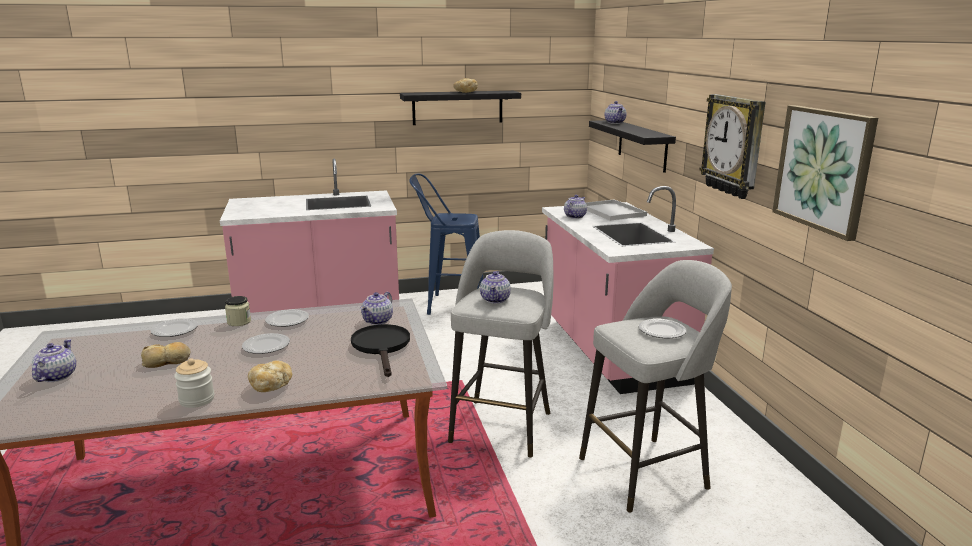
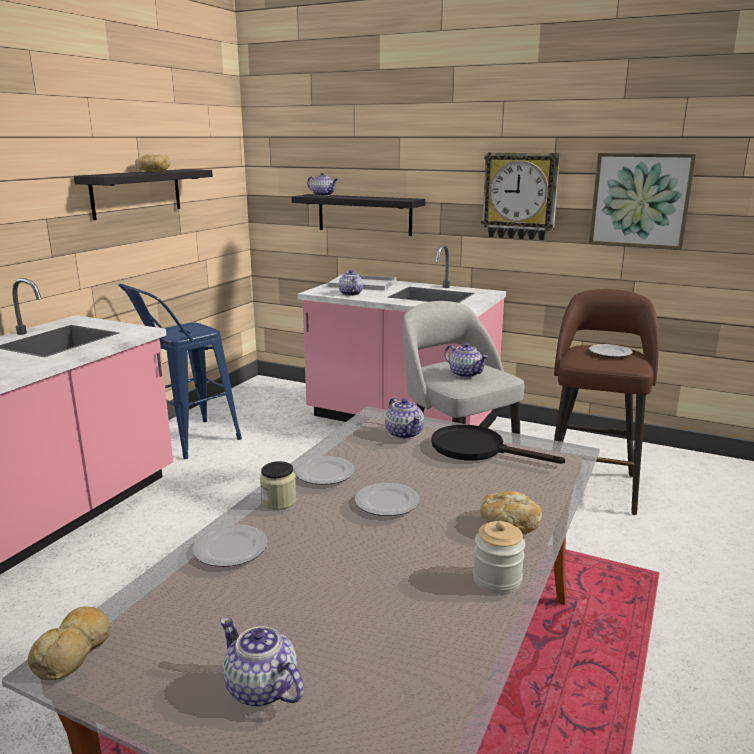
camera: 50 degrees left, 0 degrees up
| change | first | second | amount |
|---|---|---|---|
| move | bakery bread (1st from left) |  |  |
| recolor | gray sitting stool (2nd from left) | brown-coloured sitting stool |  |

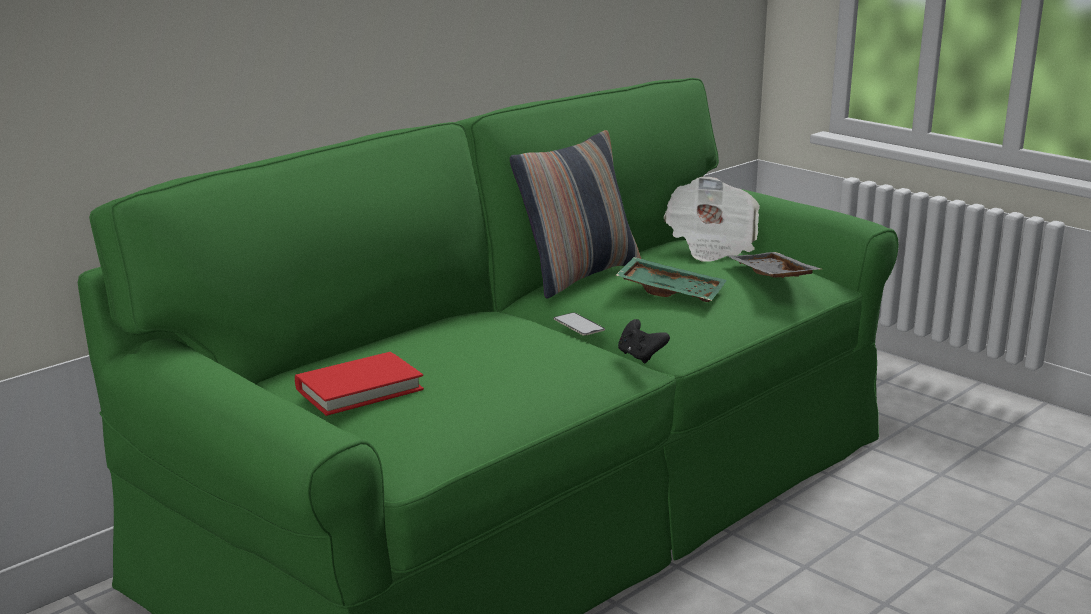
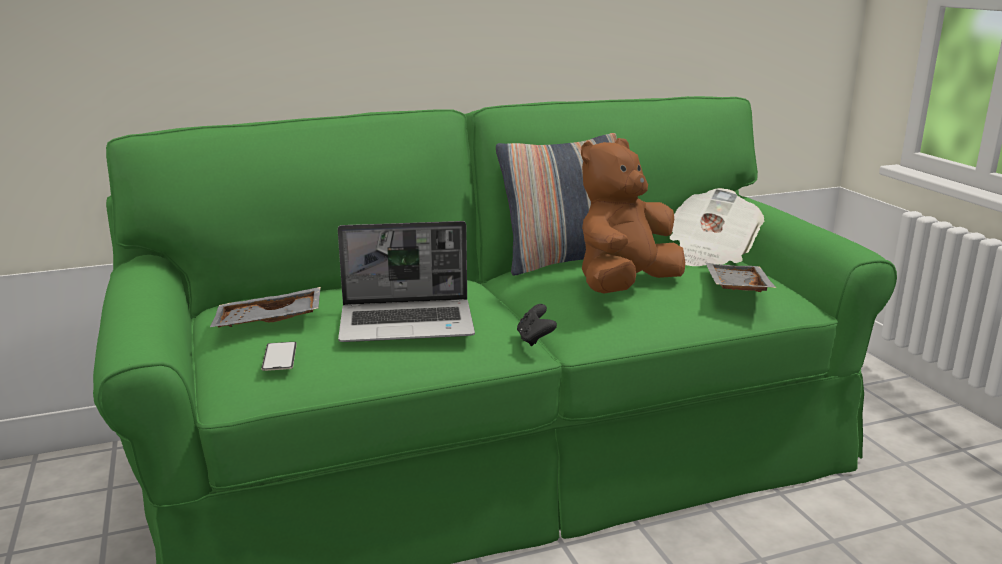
camera: 25 degrees right, 0 degrees up
| change | first | second | amount |
|---|---|---|---|
| replace | reddish volume | gray serving tray (1st from left) |  |
| move | phone |  |  |
| replace | greenish serving tray | brown-coloured cuddly toy |  |
| insert |  | notebook computer |  |

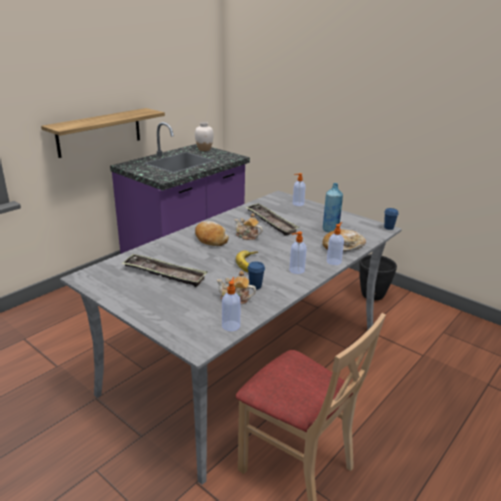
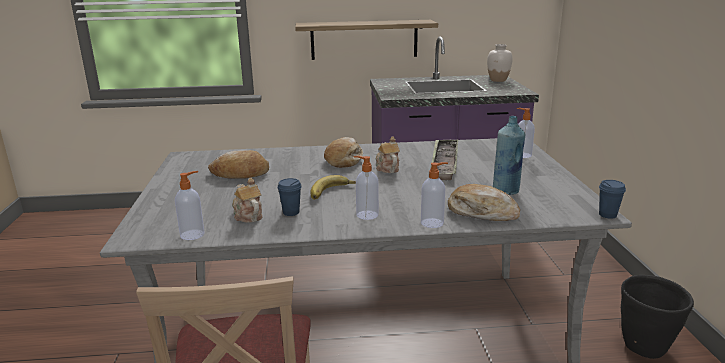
camera: 45 degrees right, 5 degrees down
| change | first | second | amount |
|---|---|---|---|
| replace | serving tray (1st from left) | bakery bread (1st from left) |  |

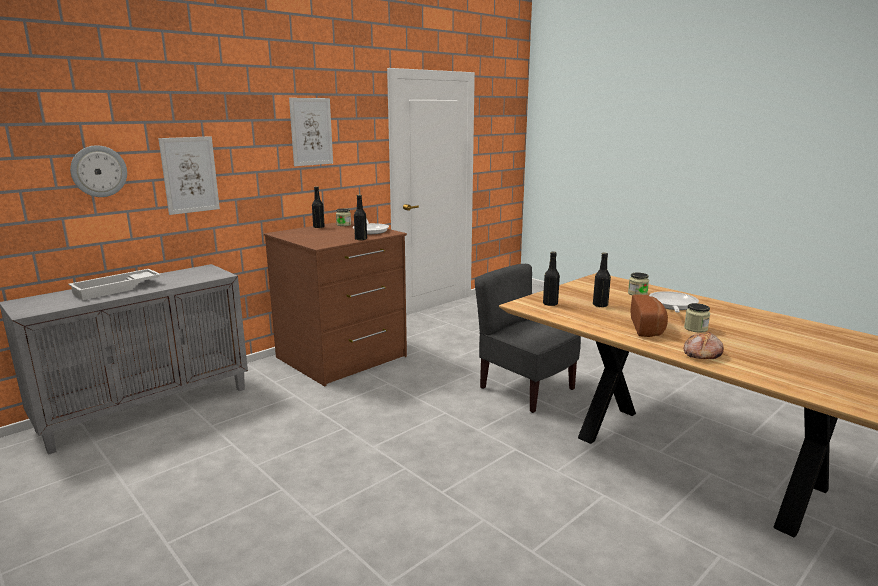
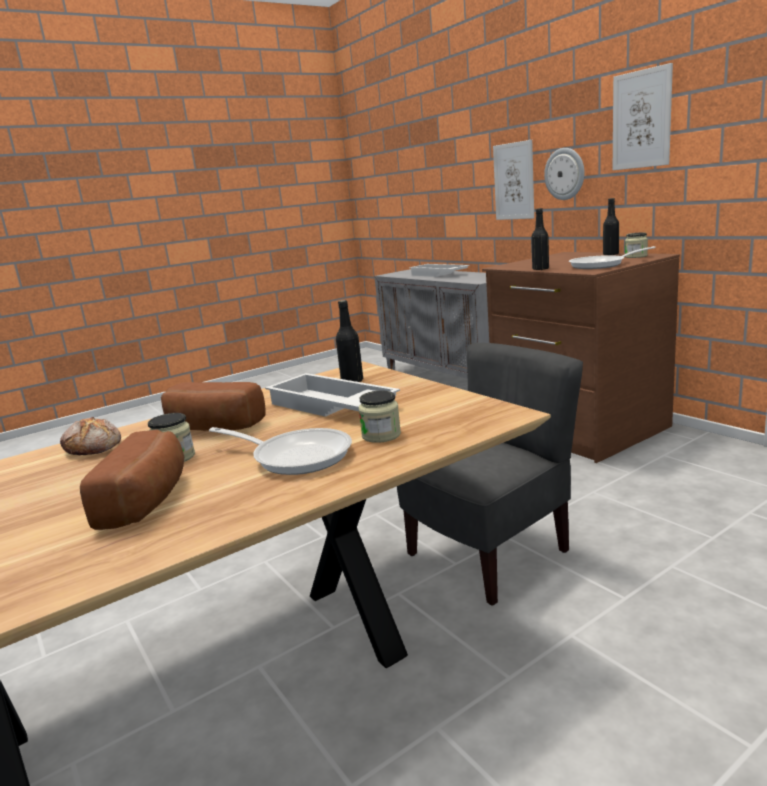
camera: 100 degrees right, 0 degrees up
| change | first | second | amount |
|---|---|---|---|
| move | clock on the wall |  |  |
| replace | black-coloured drink bottle (4th from left) | white serving tray (1st from left) |  |
| insert |  | bakery bread (2nd from left) |  |

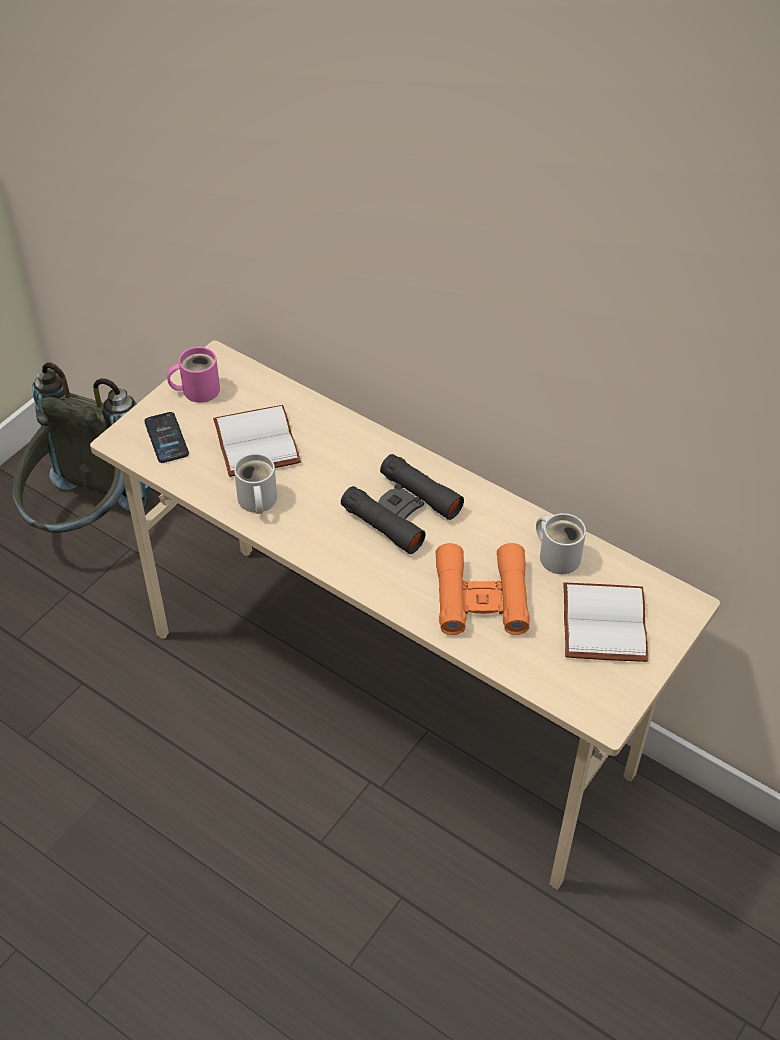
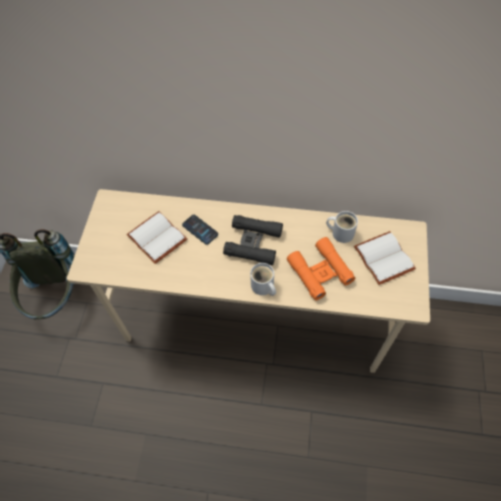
camera: 25 degrees left, 10 degrees up
| change | first | second | amount |
|---|---|---|---|
| move | phone |  |  |
| delete | pink tea mug |  |  |
| move | white tea mug (1st from left) |  |  |

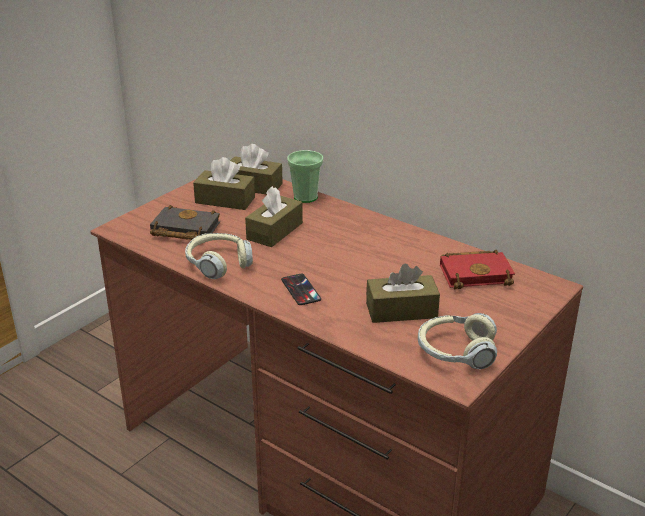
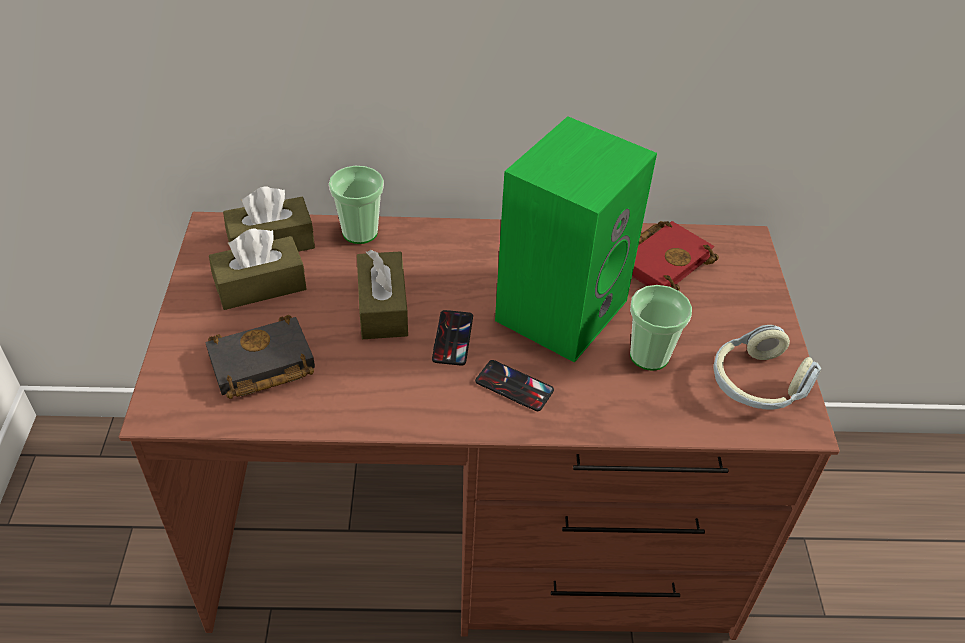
camera: 40 degrees left, 15 degrees up
| change | first | second | amount |
|---|---|---|---|
| delete | pair of headphones (1st from left) |  |  |
| replace | brown-coloured tissue holder (4th from left) | small cup (2nd from left) |  |
| insert |  | phone (1st from left) |  |
| insert |  | greenish loudspeaker |  |

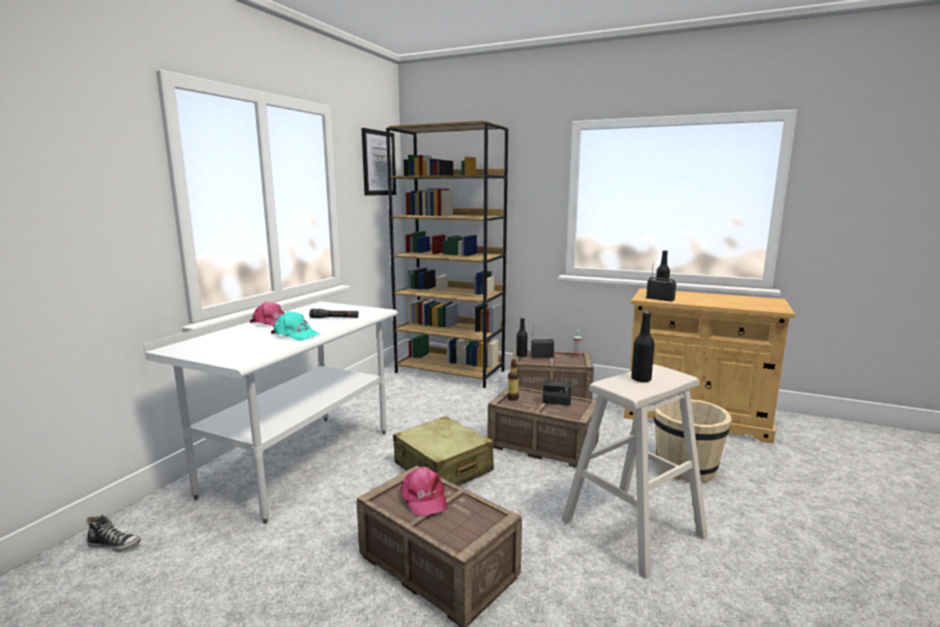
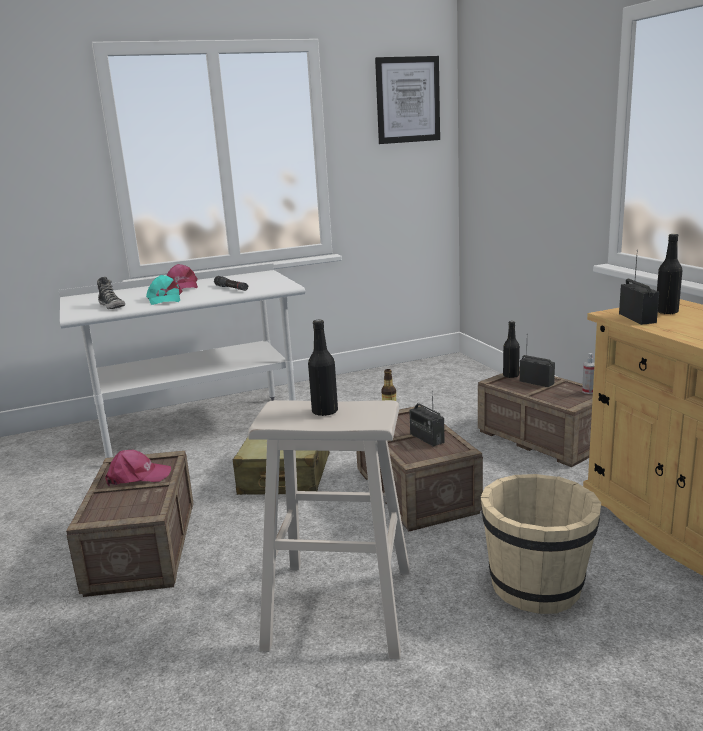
camera: 45 degrees right, 5 degrees up
| change | first | second | amount |
|---|---|---|---|
| move | item of footwear |  |  |
| delete | brown-coloured shelving unit |  |  |
| rotate | pink baseball cap (2nd from left in the first image) | pink baseball cap (1st from left) | 120 degrees counterclockwise |

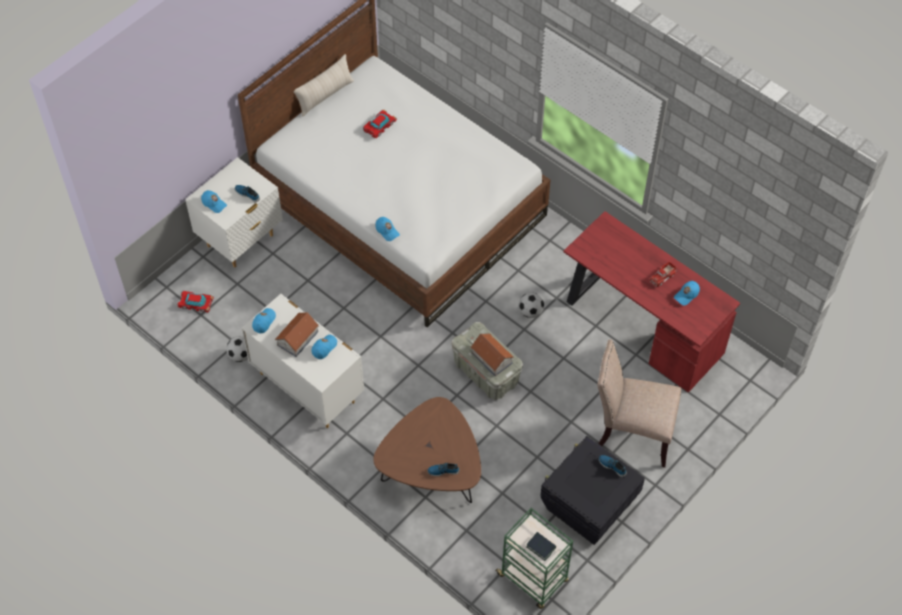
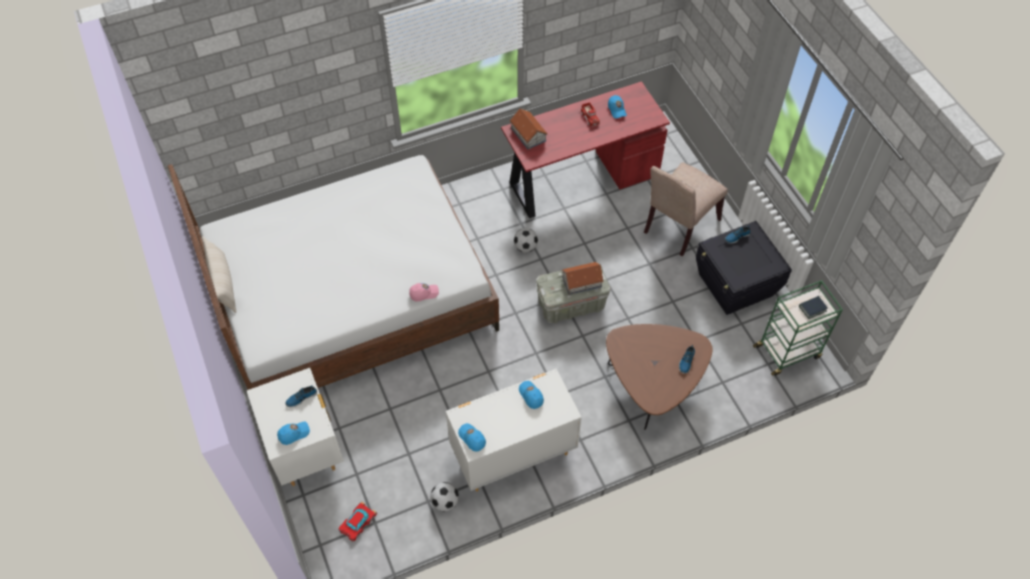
camera: 65 degrees left, 0 degrees up
| change | first | second | amount |
|---|---|---|---|
| move | toy house (1st from left) |  |  |
| delete | toy car (2nd from left) |  |  |
| recolor | bluish baseball cap (4th from left) | pink baseball cap |  |

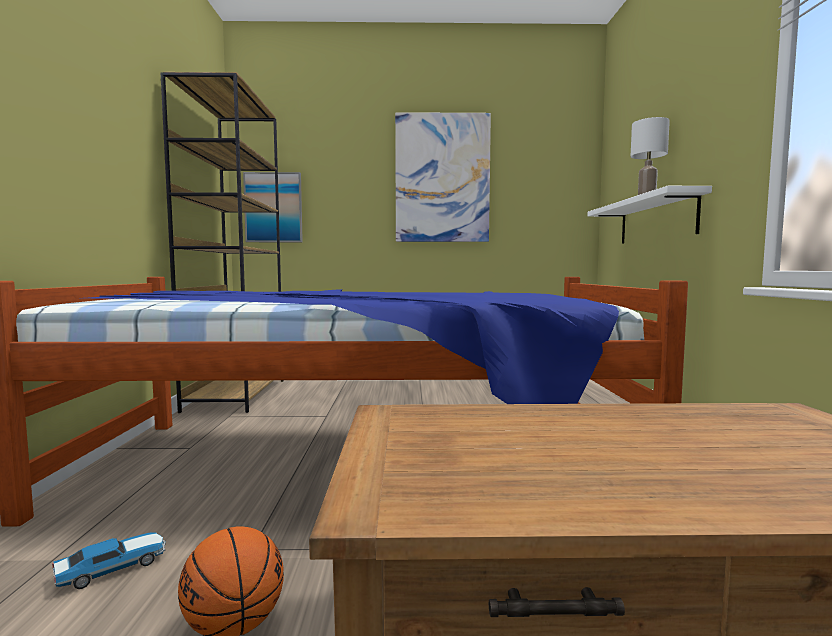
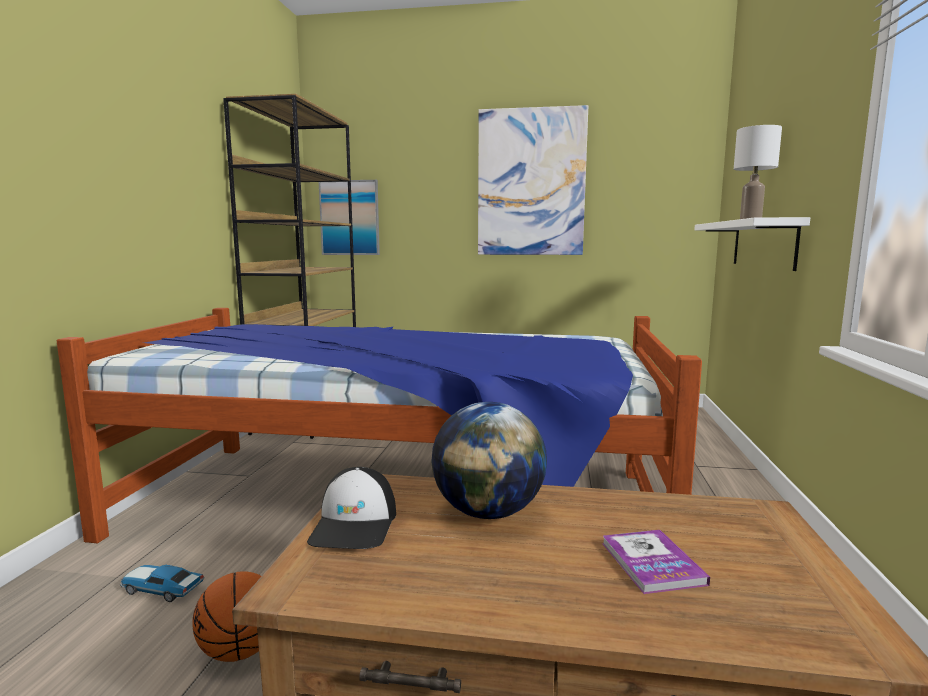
camera: 10 degrees right, 5 degrees up
| change | first | second | amount |
|---|---|---|---|
| rotate | toy car |  | 135 degrees counterclockwise |
| insert |  | baseball cap |  |
| insert |  | world globe |  |
| insert |  | volume |  |

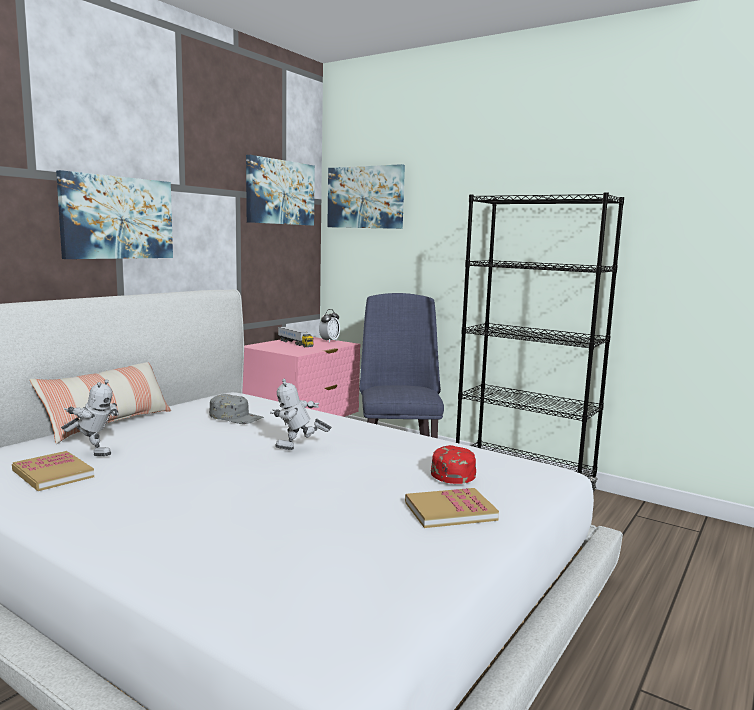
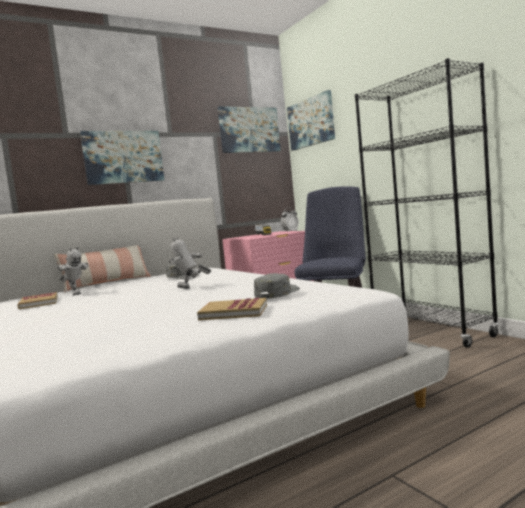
camera: 25 degrees right, 5 degrees down
| change | first | second | amount |
|---|---|---|---|
| recolor | reddish baseball cap | gray baseball cap (2nd from left) |  |

